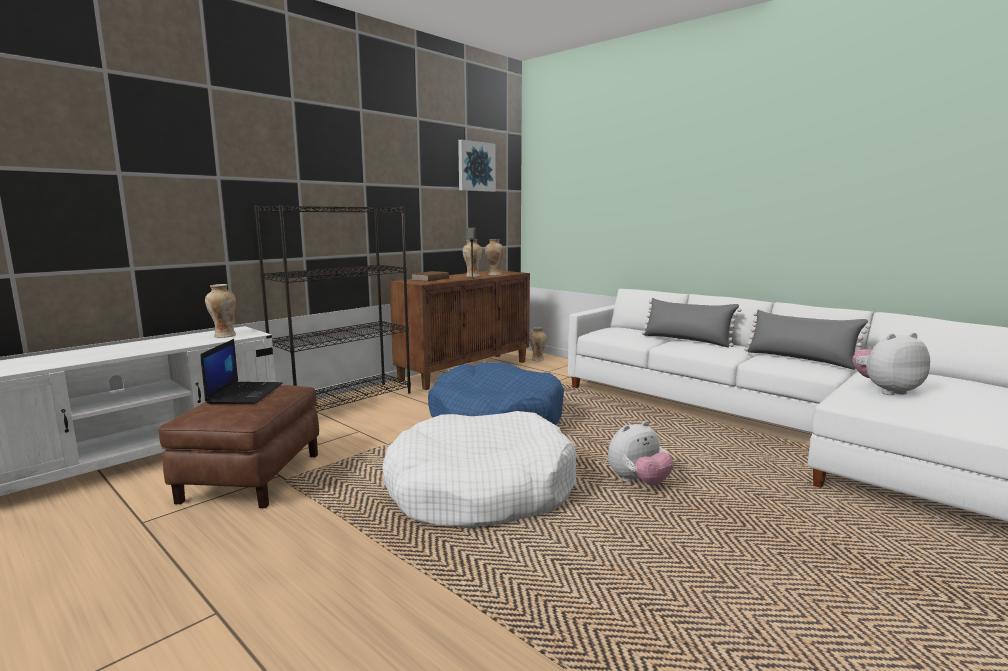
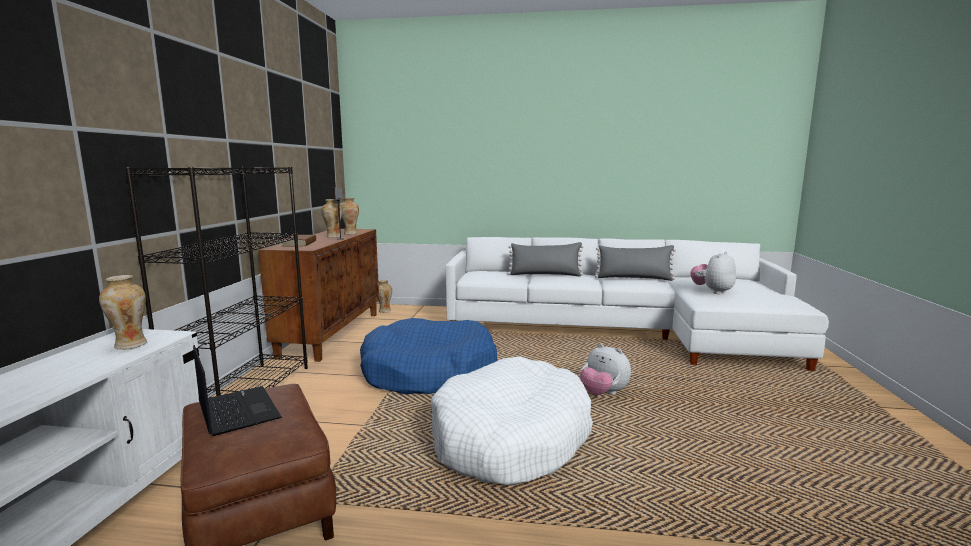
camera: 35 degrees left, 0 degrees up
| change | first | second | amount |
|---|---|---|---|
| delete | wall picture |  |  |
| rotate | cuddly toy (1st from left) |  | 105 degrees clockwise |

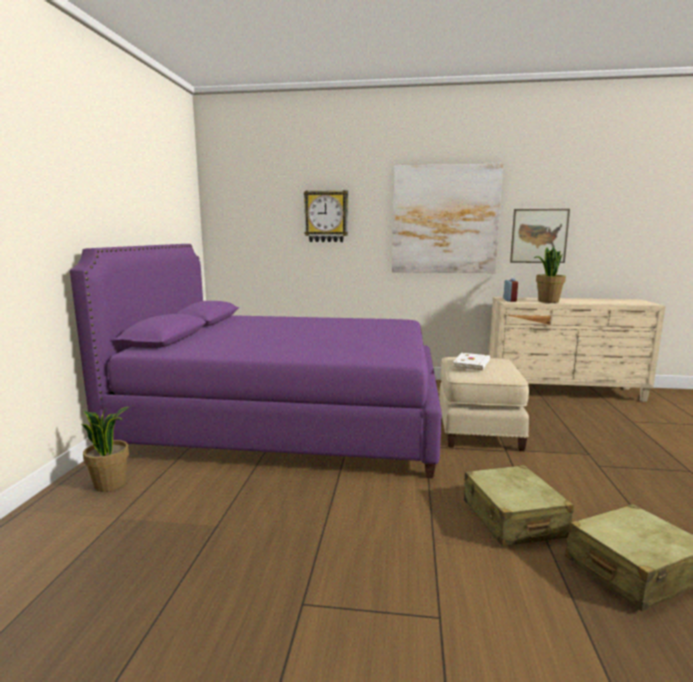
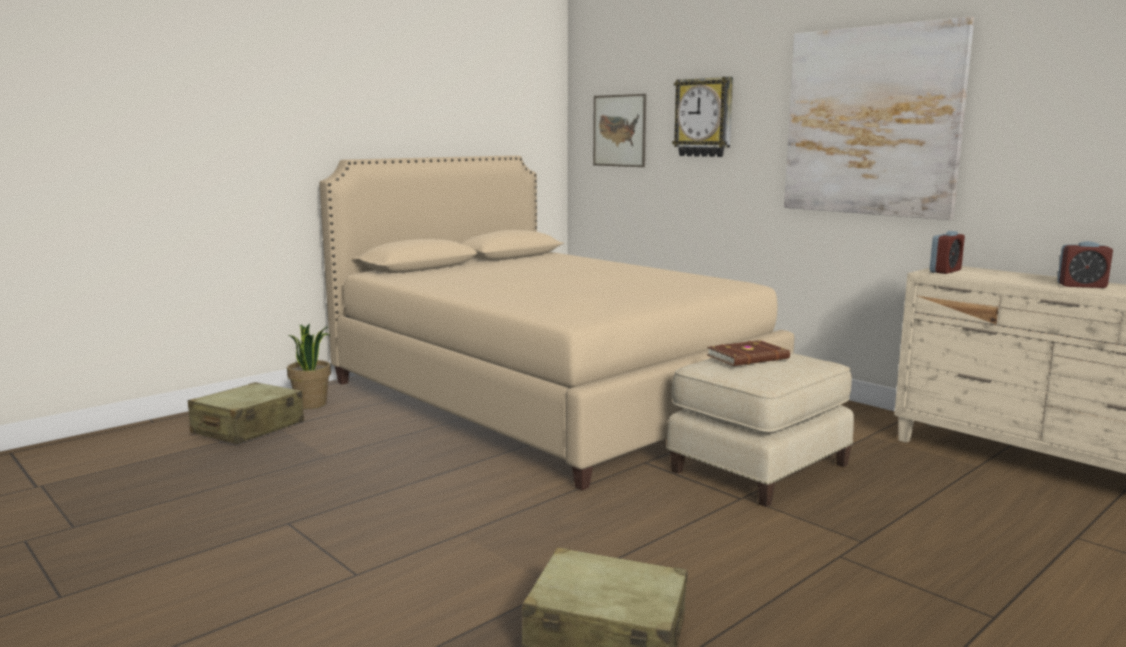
camera: 40 degrees right, 0 degrees up
| change | first | second | amount |
|---|---|---|---|
| recolor | purple-coloured sleeping bed | sand-coloured sleeping bed |  |
| recolor | white volume | brown-coloured volume |  |
| move | sand-coloured suitcase (1st from left) |  |  |
| move | wall picture (2nd from left in the first image) | wall picture (1st from left) |  |
| delete | potted plant (2nd from left) |  |  |
| insert |  | table clock (2nd from left) |  |

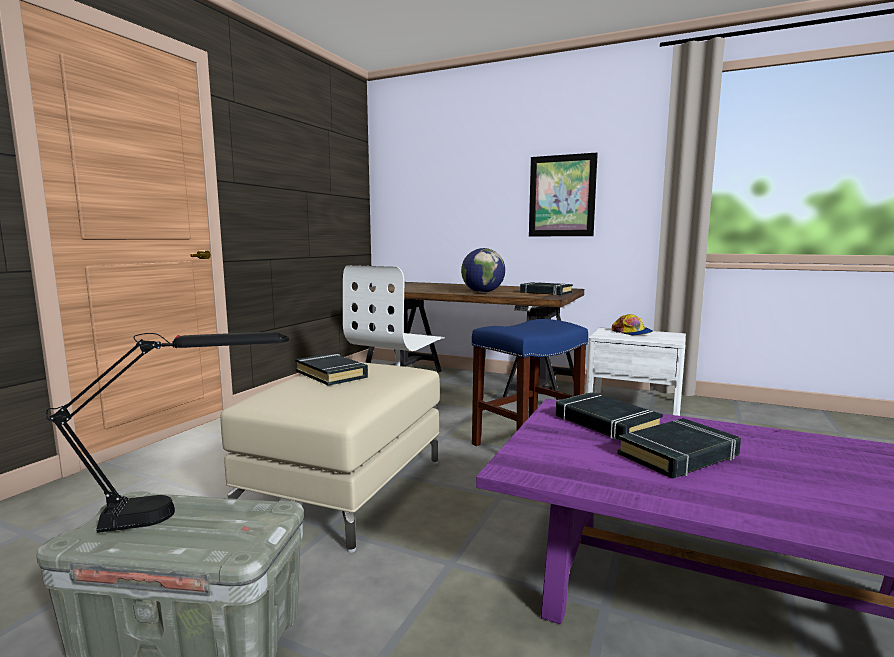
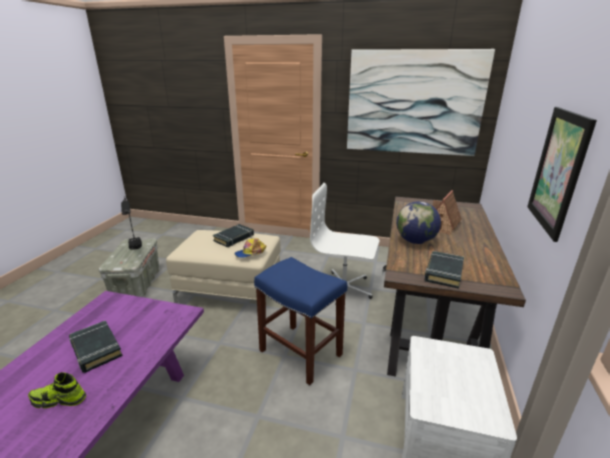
camera: 80 degrees right, 15 degrees up
| change | first | second | amount |
|---|---|---|---|
| delete | black-coloured volume (3rd from left) |  |  |
| move | baseball cap |  |  |
| insert |  | item of footwear |  |
| insert |  | wall picture (1st from left) |  |
| insert |  | toy house |  |

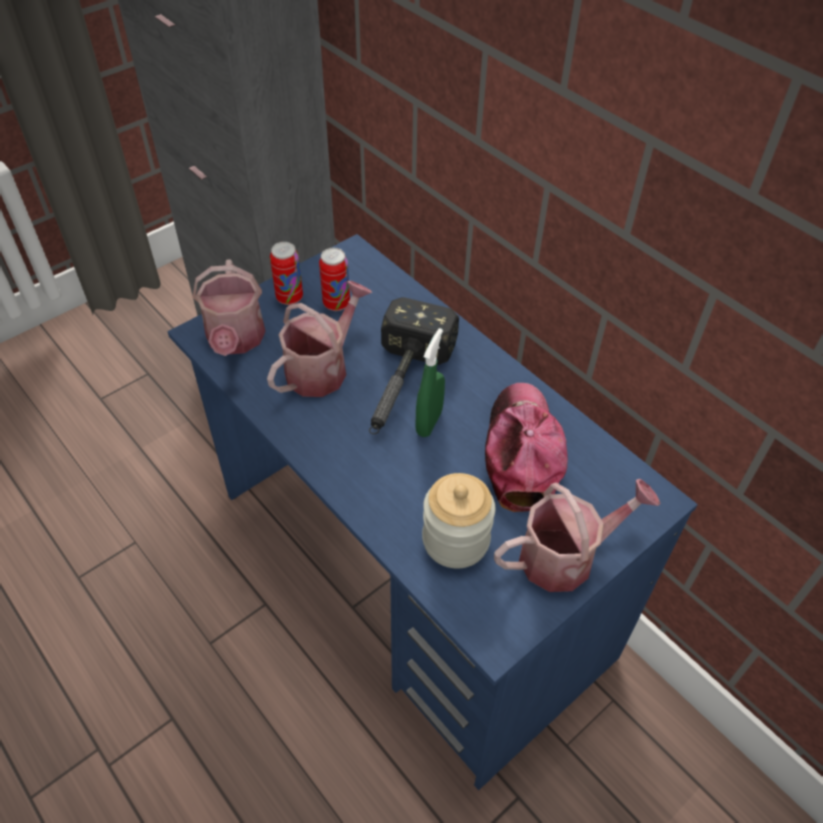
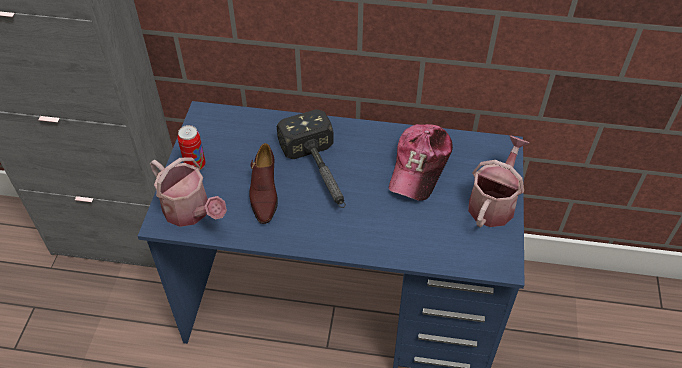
camera: 40 degrees left, 0 degrees up
| change | first | second | amount |
|---|---|---|---|
| replace | sprinkling can (2nd from left) | brown-coloured item of footwear |  |
| delete | sealed can (2nd from left) |  |  |
| delete | greenish sprayer |  |  |
| delete | jar |  |  |
| rotate | baseball cap |  | 120 degrees counterclockwise |

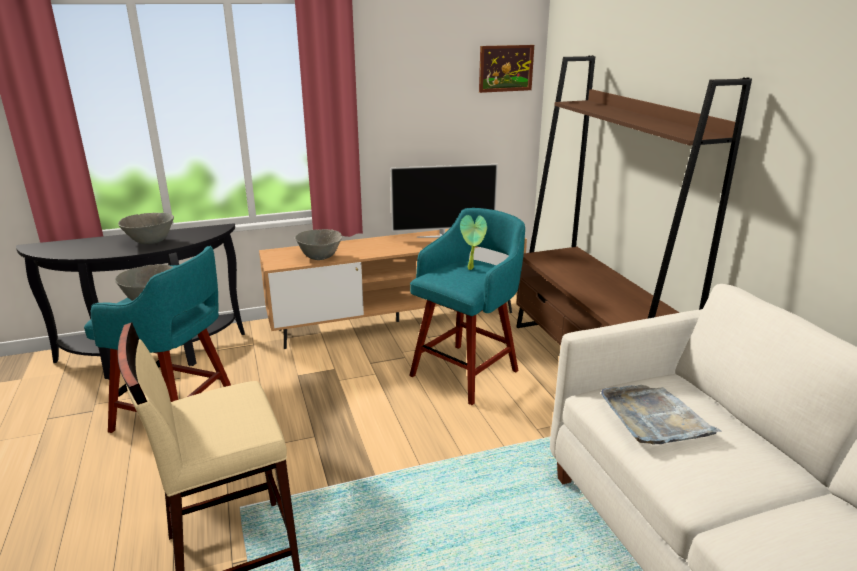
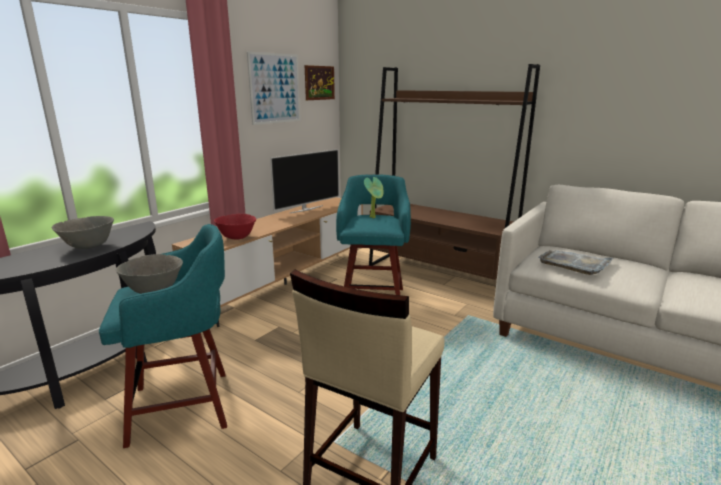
camera: 35 degrees left, 5 degrees down
| change | first | second | amount |
|---|---|---|---|
| recolor | gray bowl (3rd from left) | reddish bowl |  |
| insert |  | wall picture (1st from left) |  |

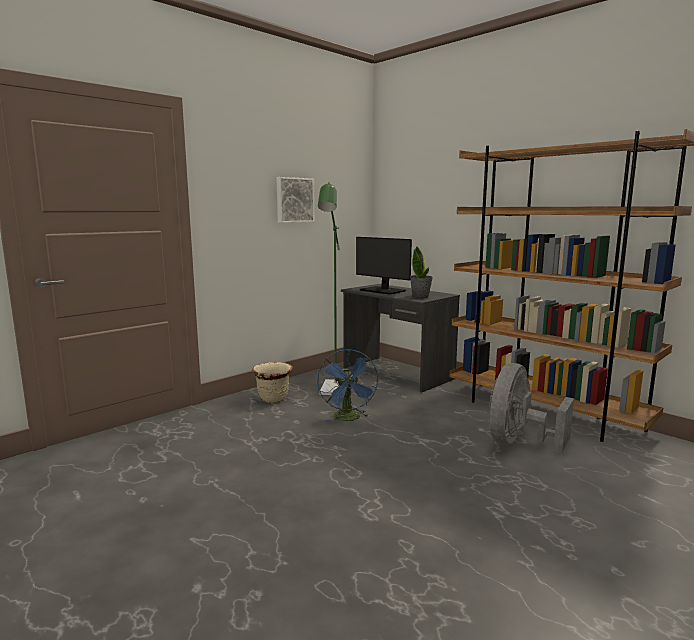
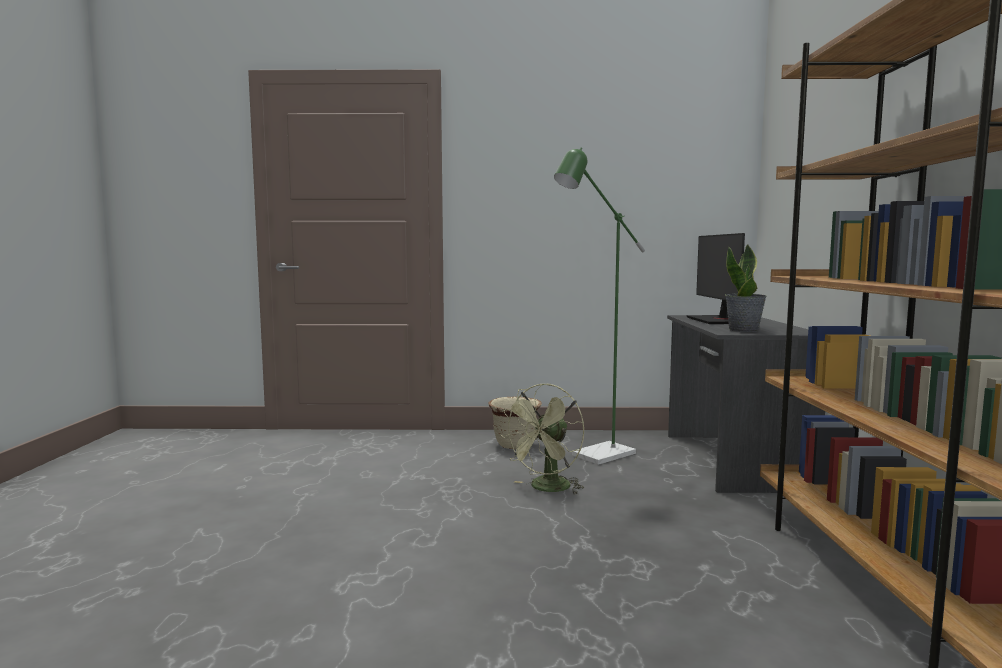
camera: 45 degrees right, 5 degrees down
| change | first | second | amount |
|---|---|---|---|
| delete | wall picture |  |  |
| recolor | bluish fan | greenish fan |  |
| delete | gray fan |  |  |

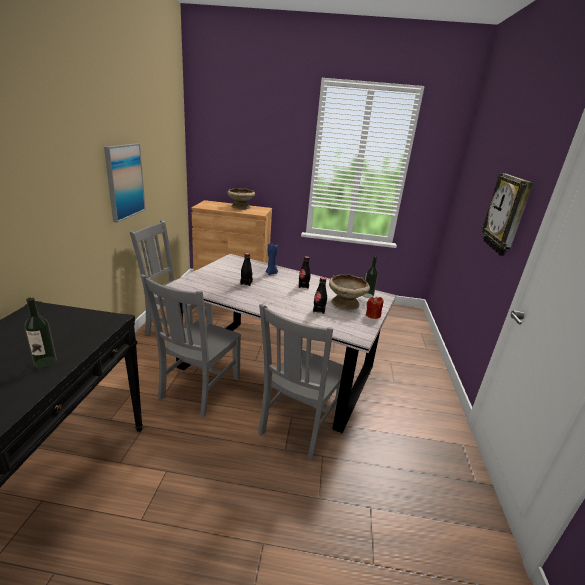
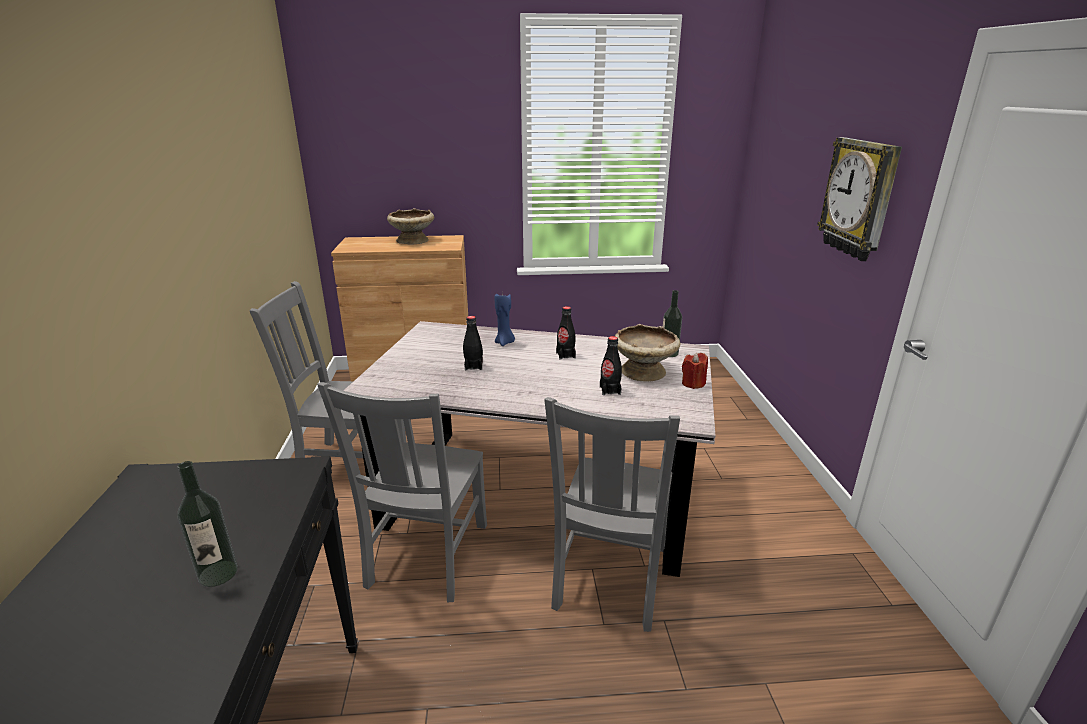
camera: 10 degrees left, 0 degrees up
| change | first | second | amount |
|---|---|---|---|
| delete | wall picture |  |  |

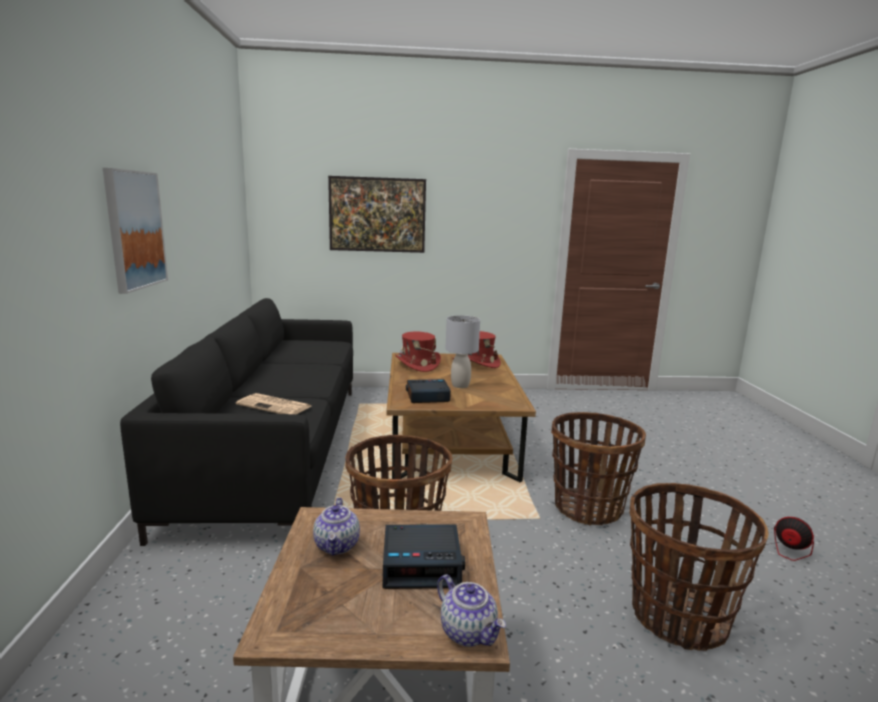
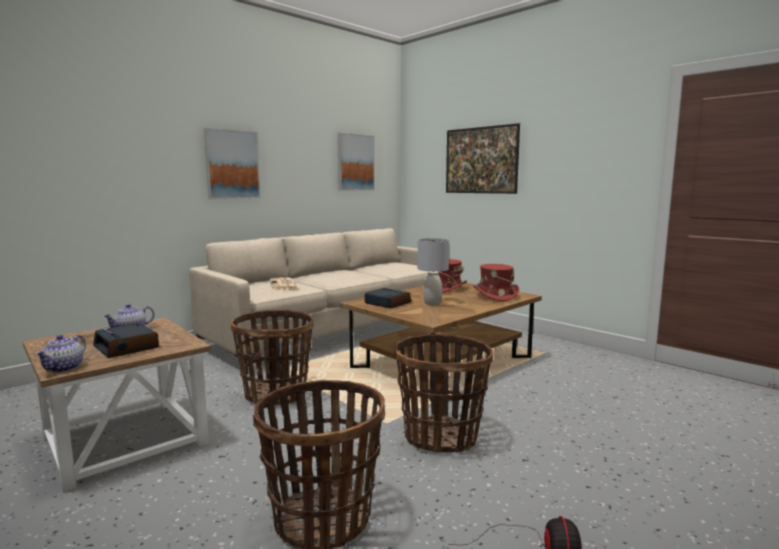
camera: 50 degrees right, 5 degrees down
| change | first | second | amount |
|---|---|---|---|
| recolor | black-coloured settee | sand-coloured settee |  |
| insert |  | wall picture (2nd from left) |  |

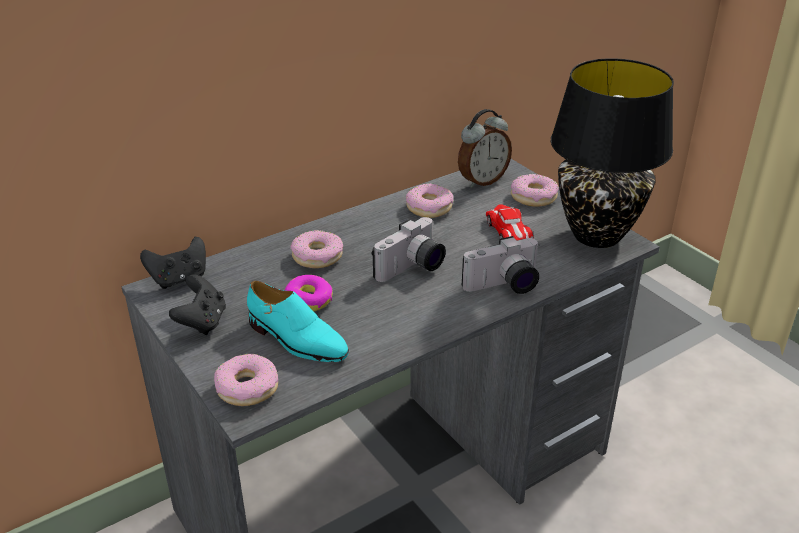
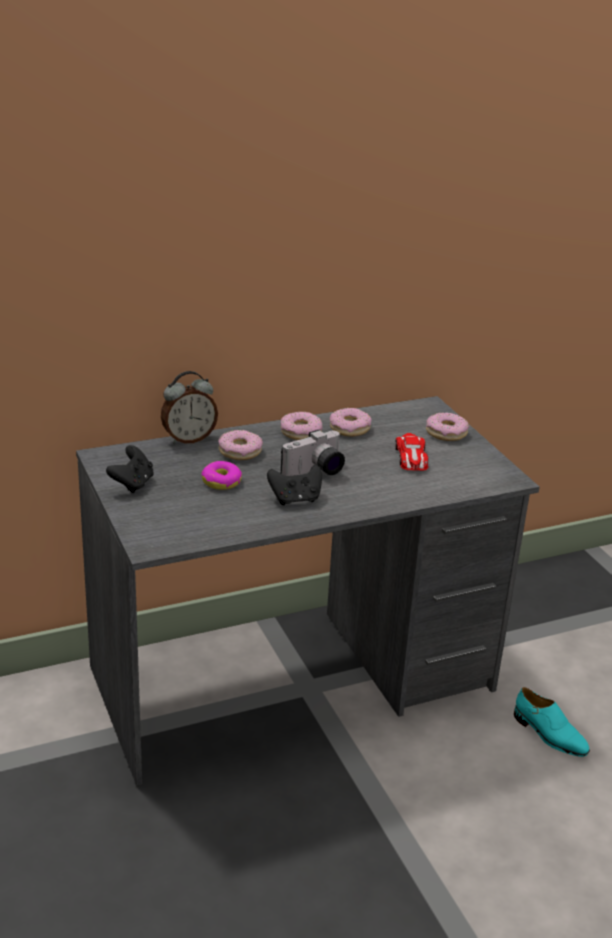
camera: 10 degrees right, 5 degrees down
| change | first | second | amount |
|---|---|---|---|
| move | black-coloured joypad (1st from left in the first image) | black-coloured joypad (2nd from left) |  |
| move | doughnut (1st from left in the first image) | doughnut (3rd from left) |  |
| move | blue-green item of footwear |  |  |
| move | table clock |  |  |
| delete | still camera (2nd from left) |  |  |
| delete | black-coloured tabletop lamp |  |  |

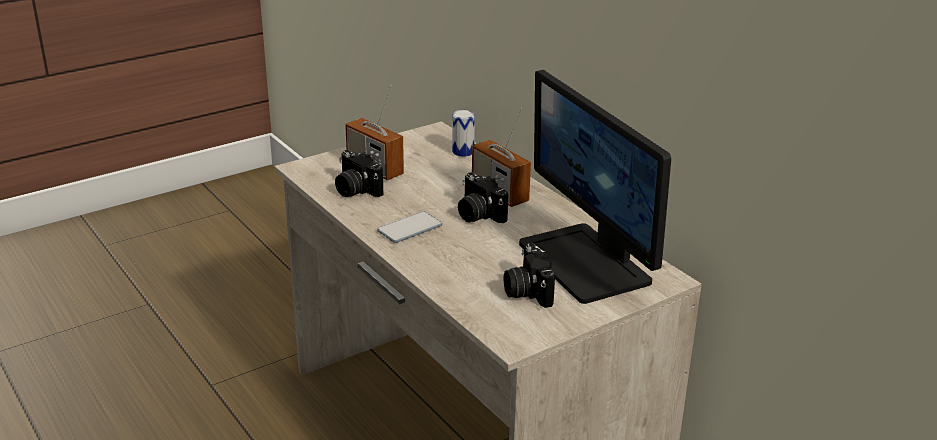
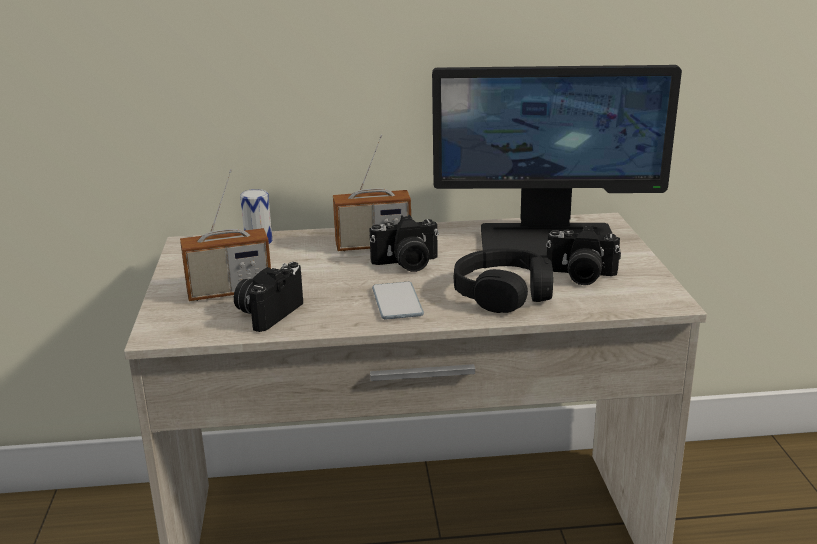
camera: 60 degrees left, 5 degrees down
| change | first | second | amount |
|---|---|---|---|
| rotate | still camera (1st from left) |  | 135 degrees clockwise |
| insert |  | black-coloured pair of headphones |  |

